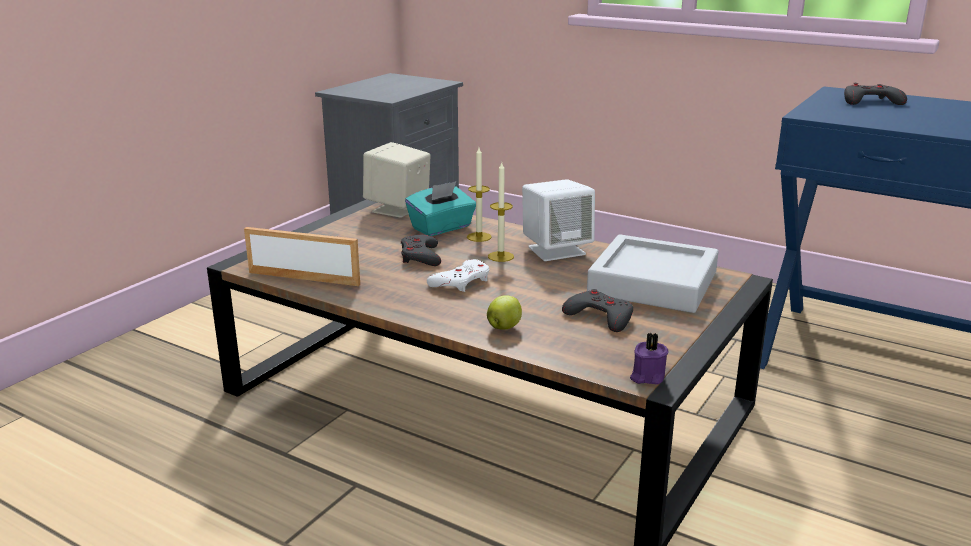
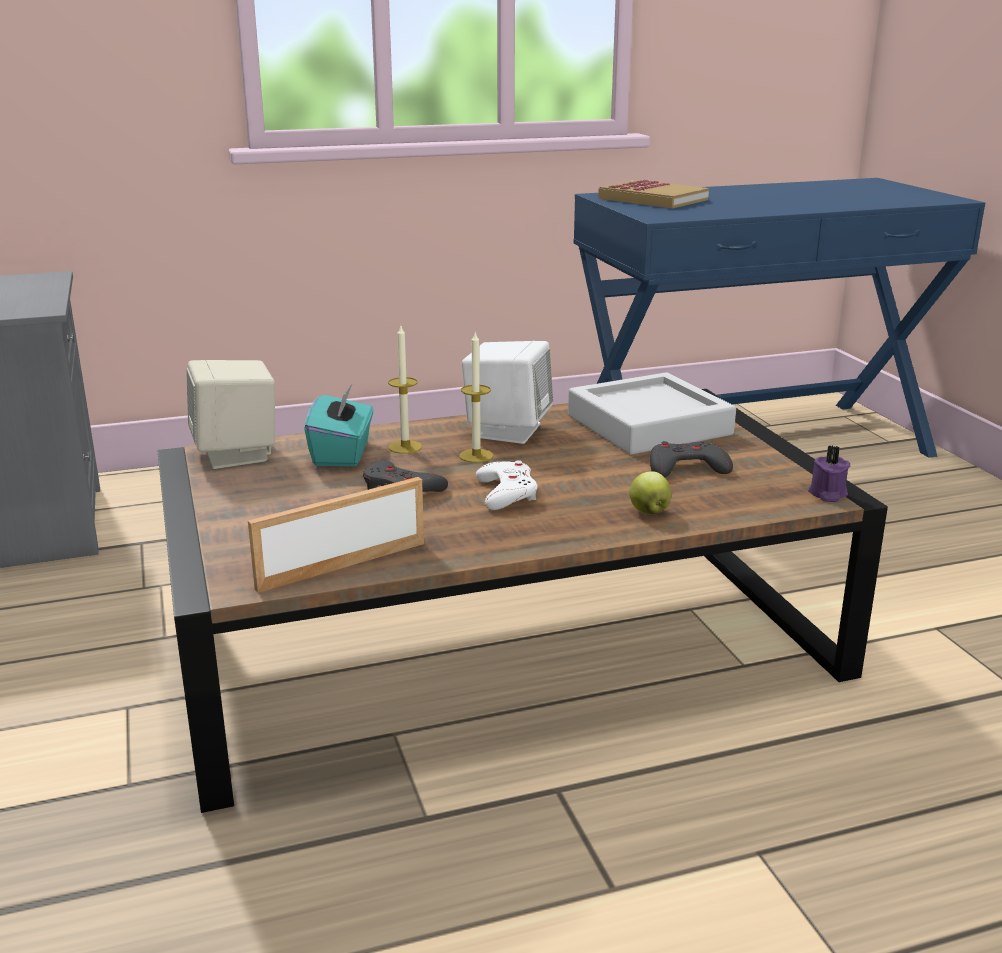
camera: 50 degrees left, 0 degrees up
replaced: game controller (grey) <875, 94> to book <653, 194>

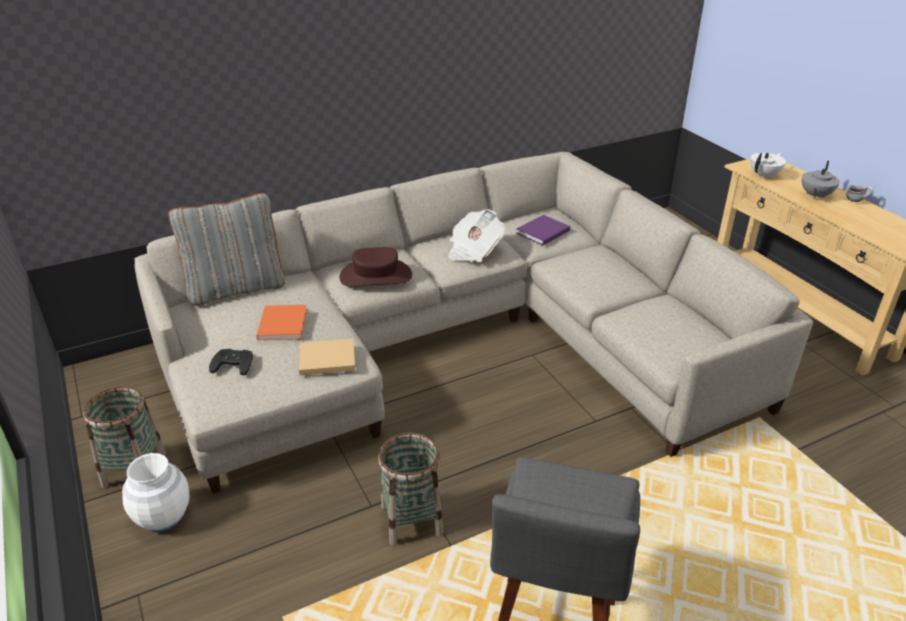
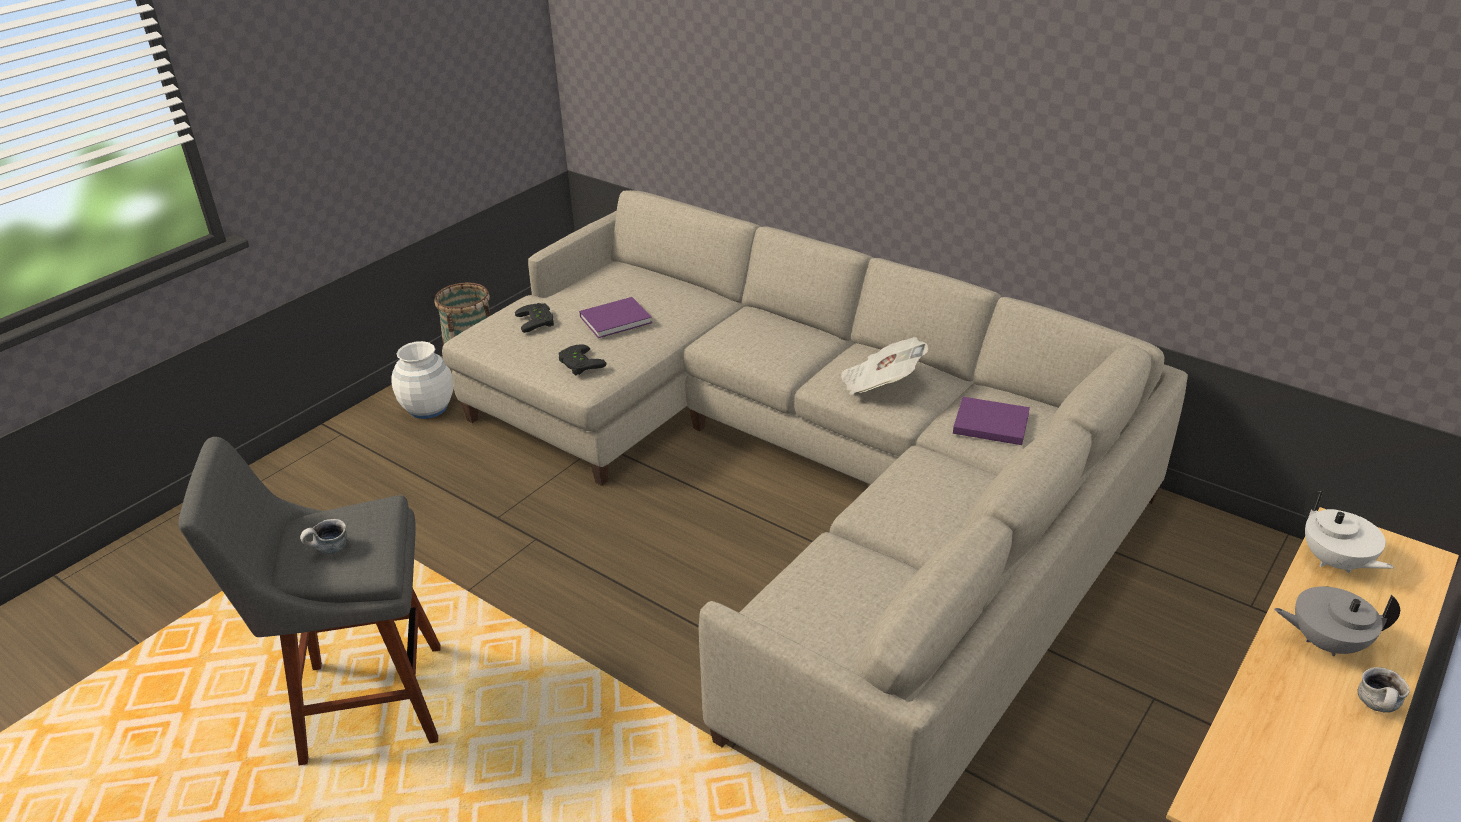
camera: 65 degrees right, 0 degrees up
removed: pillow (grey) <226, 249>; hat (brown) <375, 267>; basket <410, 489>
added: mug <323, 536>
replaced: book (beige) <327, 356> to game controller (black) <582, 359>
recoloured: book (orange) <281, 322> to book (purple) <615, 317>
turned: teapot (white) <768, 165> = <1349, 532> 45 degrees clockwise

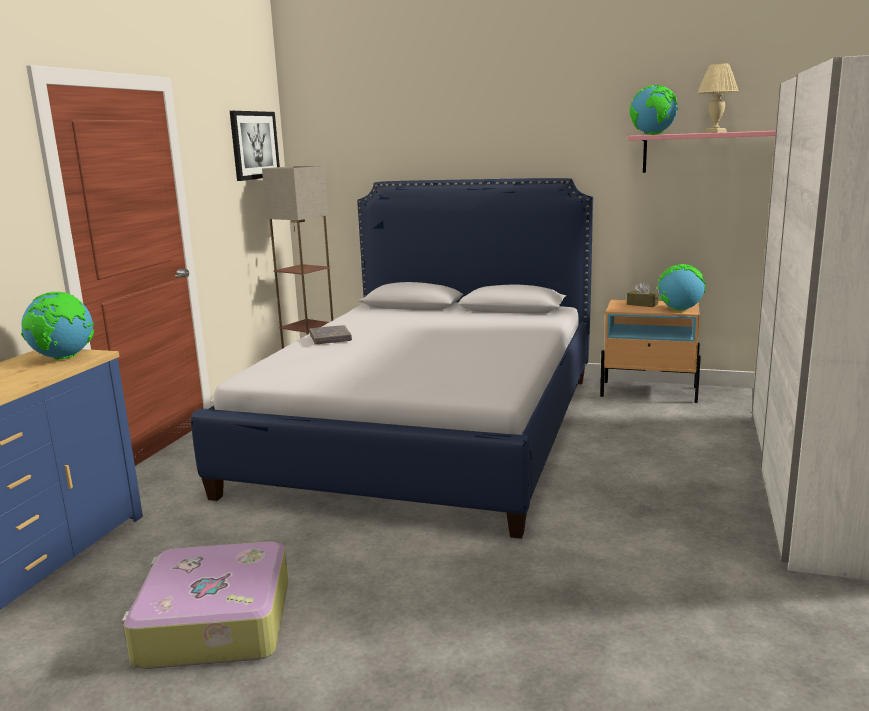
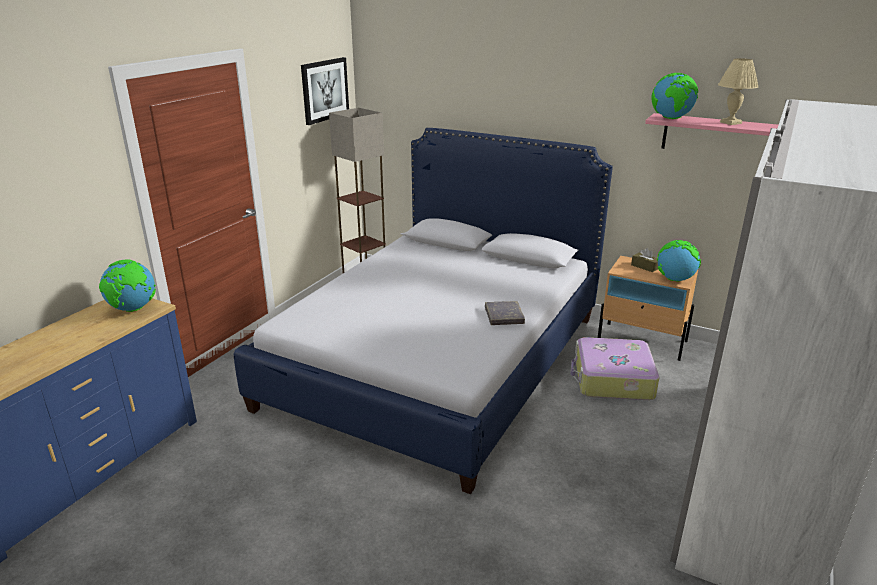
camera: 10 degrees right, 10 degrees up
moved: suitcase <205, 605> to <614, 368>; book (grey) <331, 334> to <505, 313>

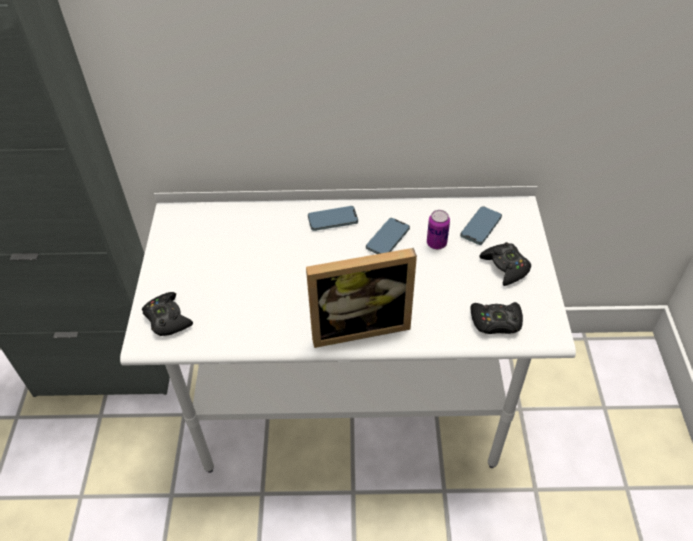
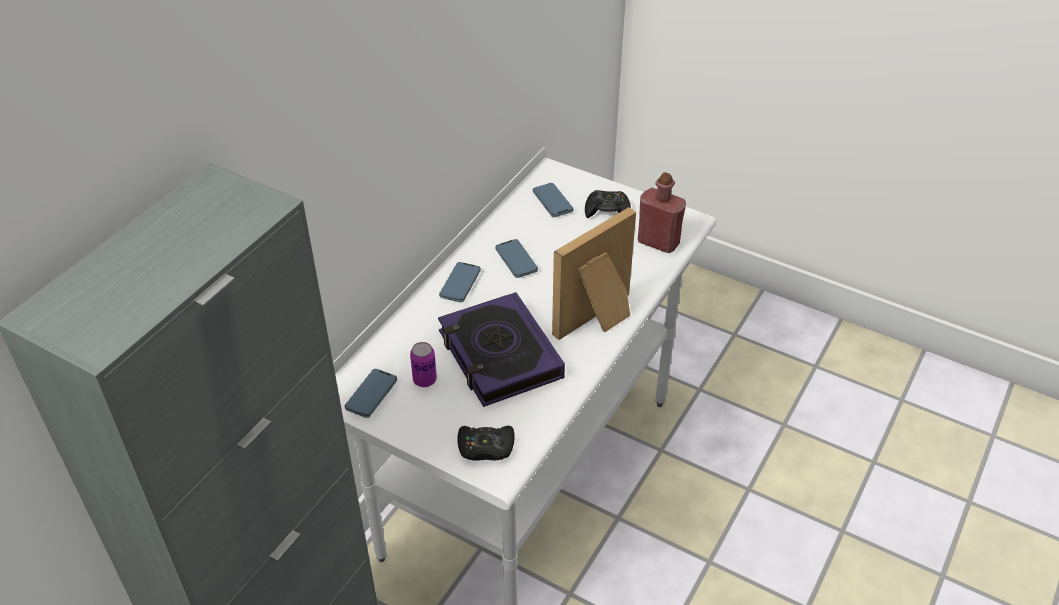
camera: 60 degrees left, 5 degrees down
added: phone <371, 393>; book <501, 349>
moved: can <438, 229> to <423, 364>
replaced: game controller (black) <496, 318> to bottle (red) <662, 212>
turned: picture frame <361, 298> = <594, 273> 150 degrees counterclockwise

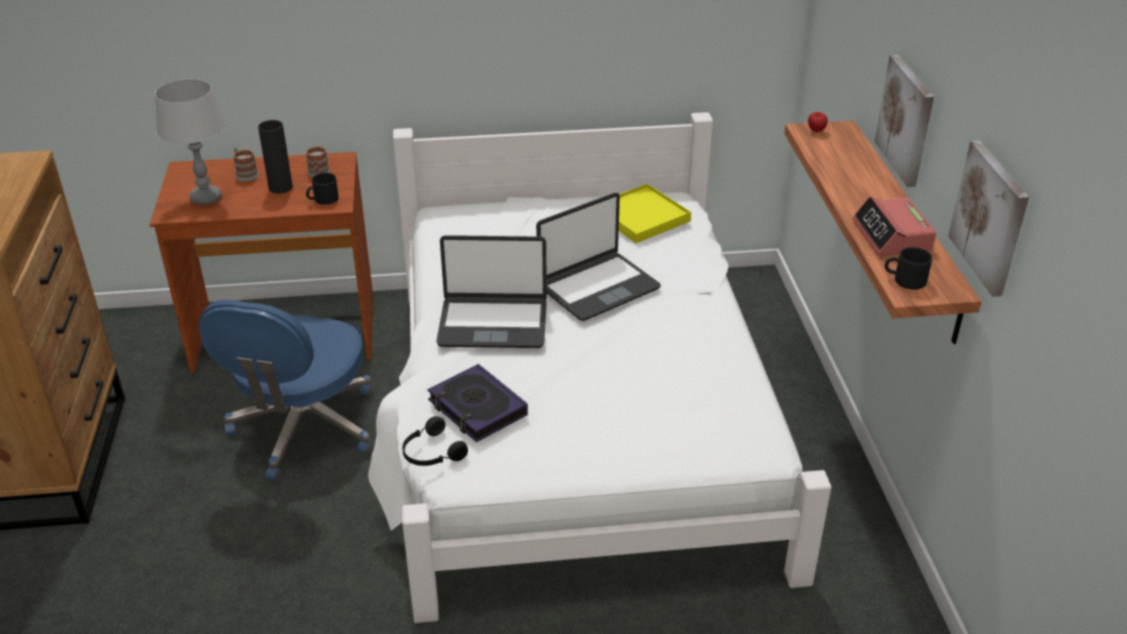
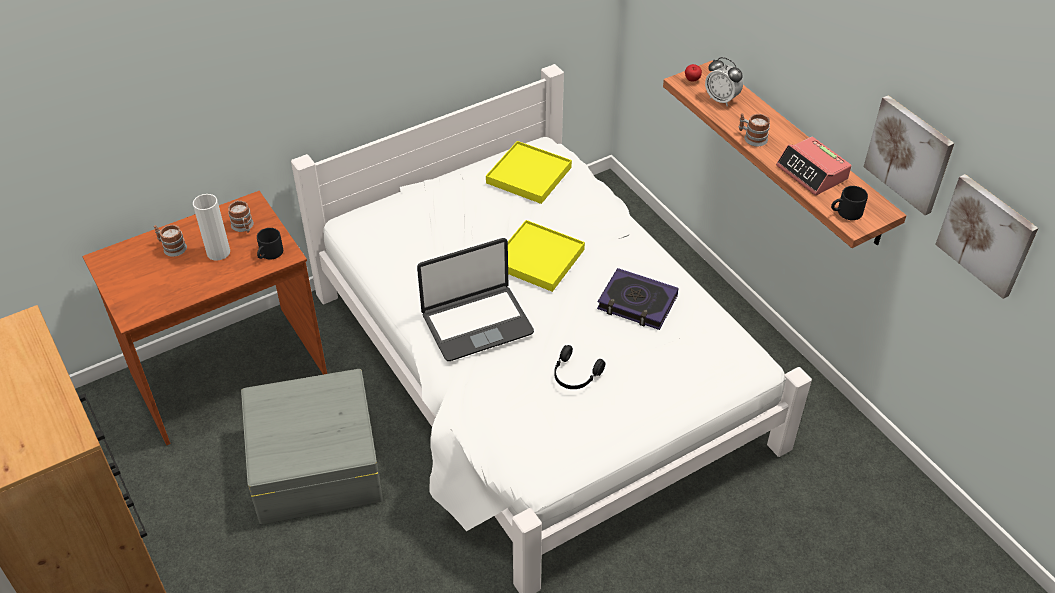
camera: 25 degrees left, 10 degrees up
removed: table lamp (grey) <190, 142>
added: alarm clock <724, 81>; mug <754, 130>
moved: headphones (black) <435, 441> to <579, 367>; book <477, 403> to <638, 299>; picture <904, 121> to <986, 236>
replaced: office chair (blue) <286, 391> to storage box (grey) <312, 446>; laptop <598, 257> to tray (yellow) <546, 256>
recoloured: vase (black) <275, 157> to vase (white) <211, 227>

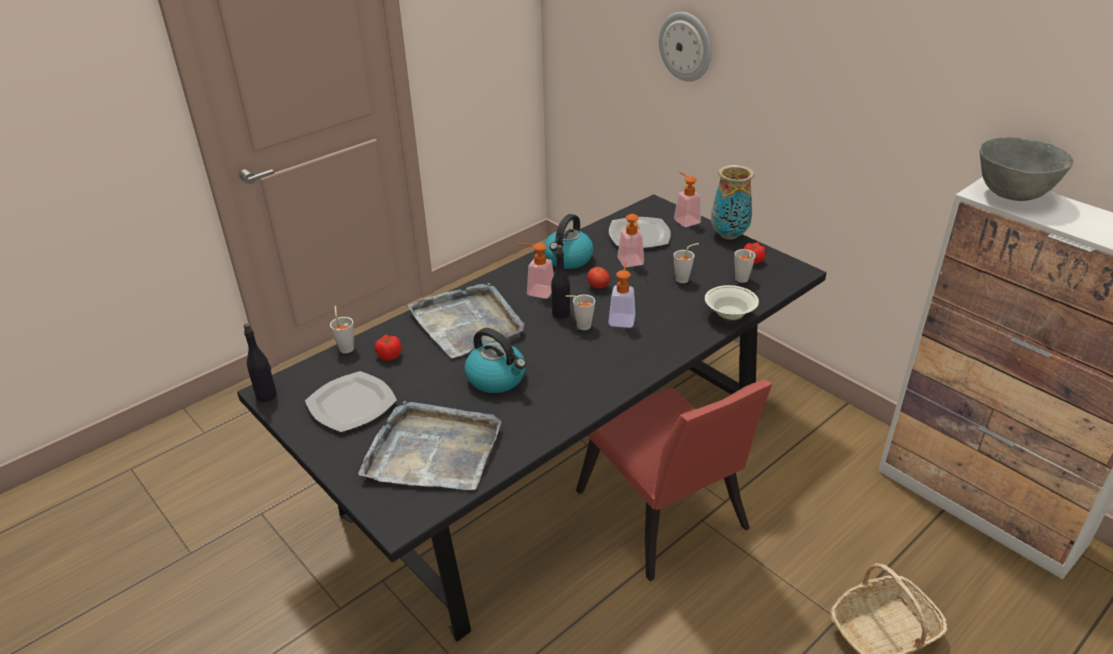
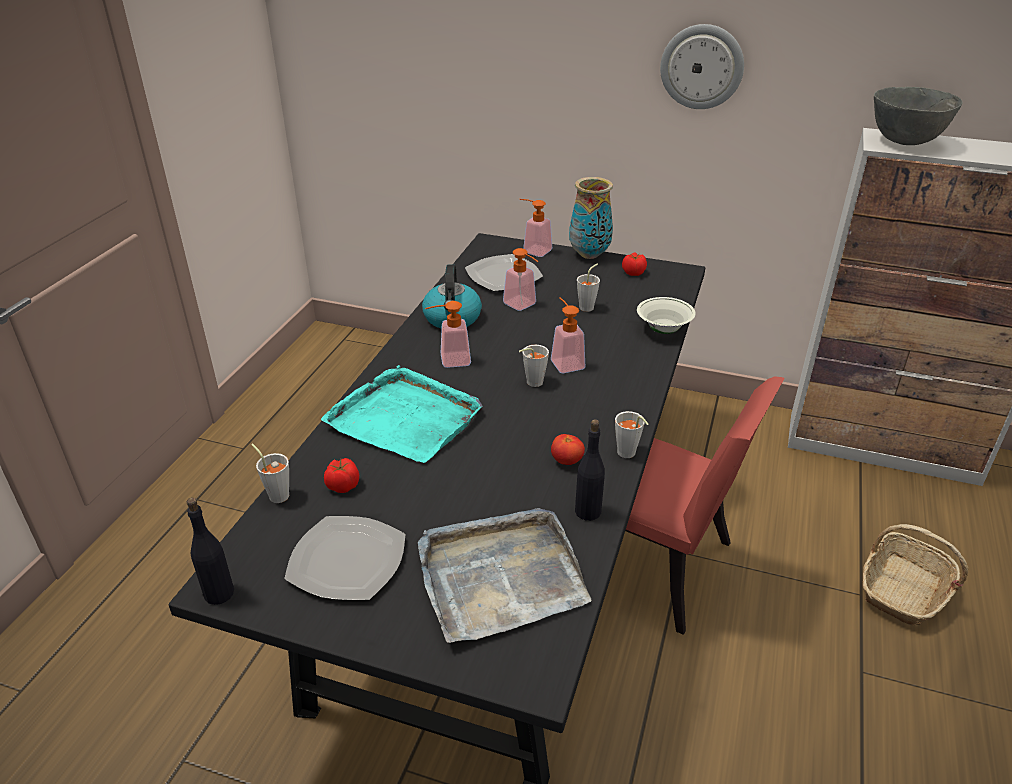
camera: 30 degrees left, 0 degrees up
removed: kettle <495, 360>
moved: bottle (black) <560, 282> to <590, 470>; tomato <598, 278> to <568, 449>; wall clock <685, 47> to <702, 66>; cup (grey) <745, 266> to <632, 434>
recoloured: tray (grey) <466, 320> to tray (turquoise) <401, 414>

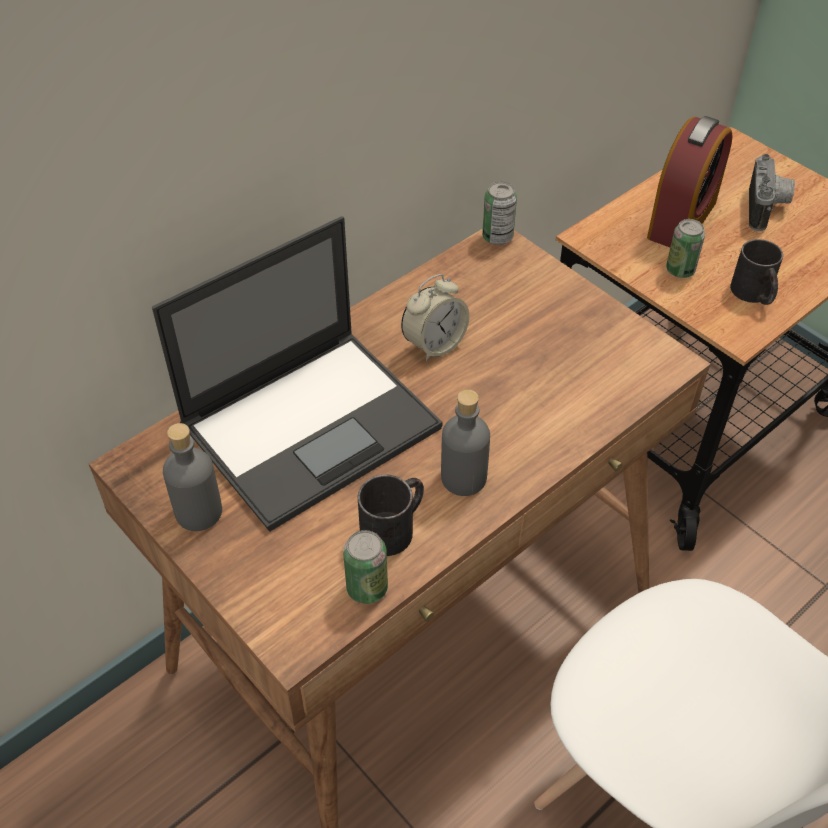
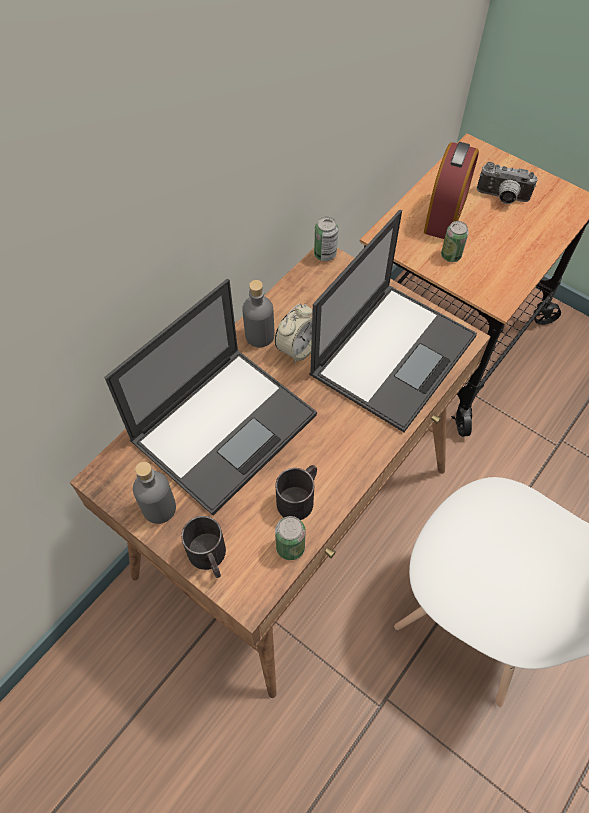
camera: 10 degrees left, 10 degrees up
added: laptop <393, 321>
moved: bottle (grey) <465, 442> to <258, 314>; mug (black) <756, 272> to <203, 547>
turned: photo camera <772, 192> = <507, 183> 105 degrees clockwise

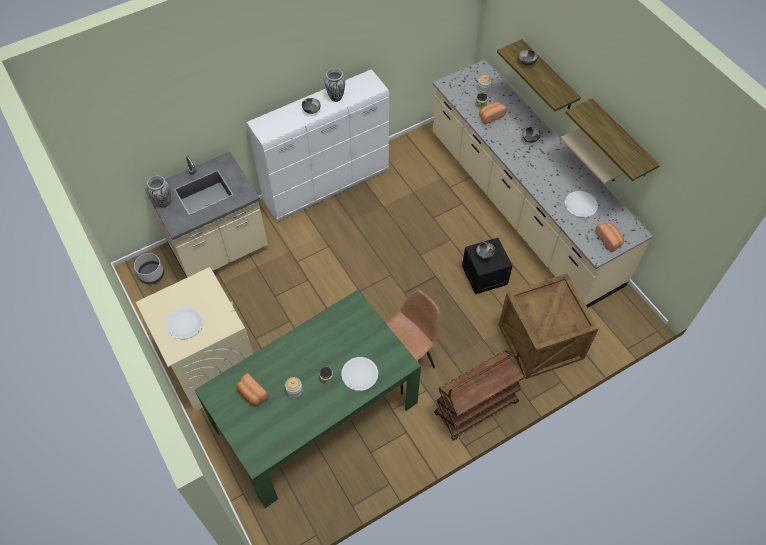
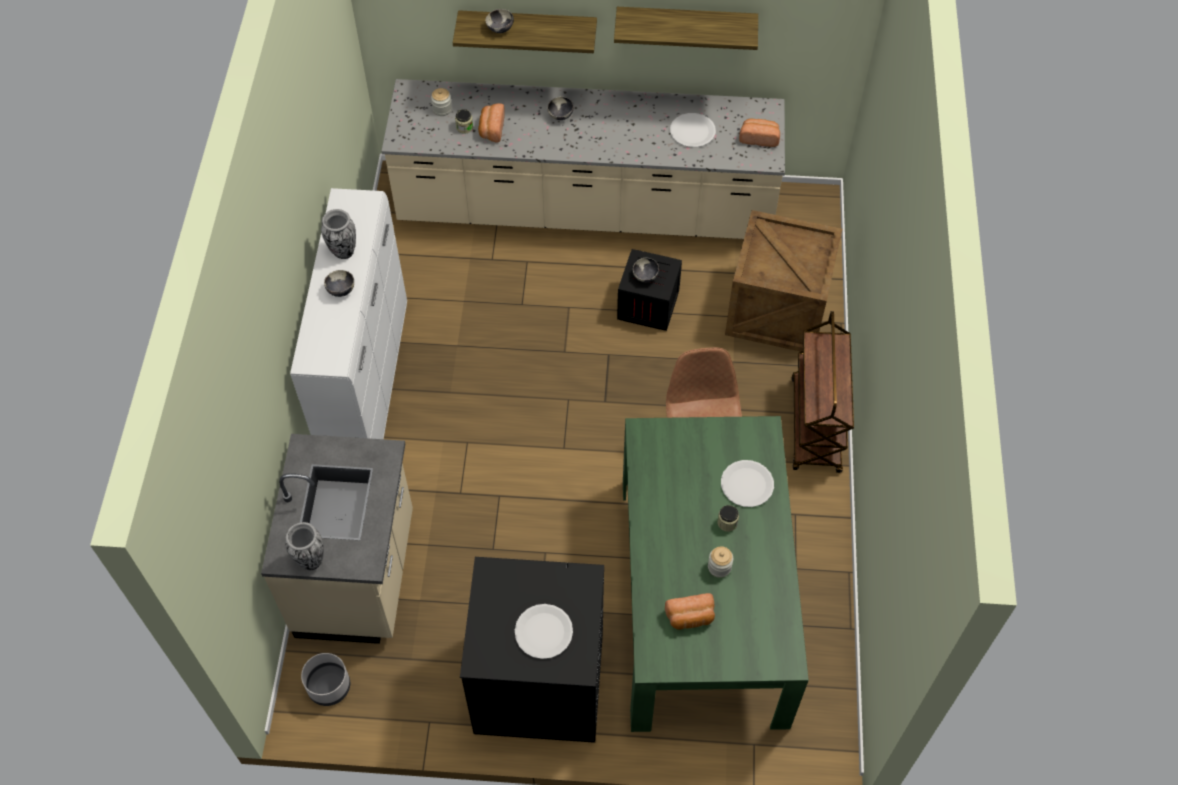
camera: 55 degrees left, 0 degrees up
removed: shelf (beige) <593, 156>
recoloured: washing machine (beige) <194, 339> to washing machine (black) <532, 650>

